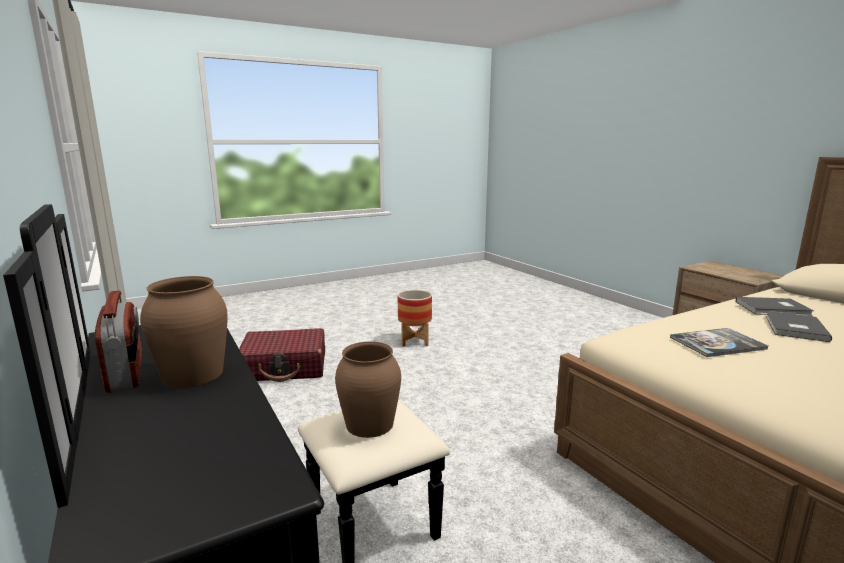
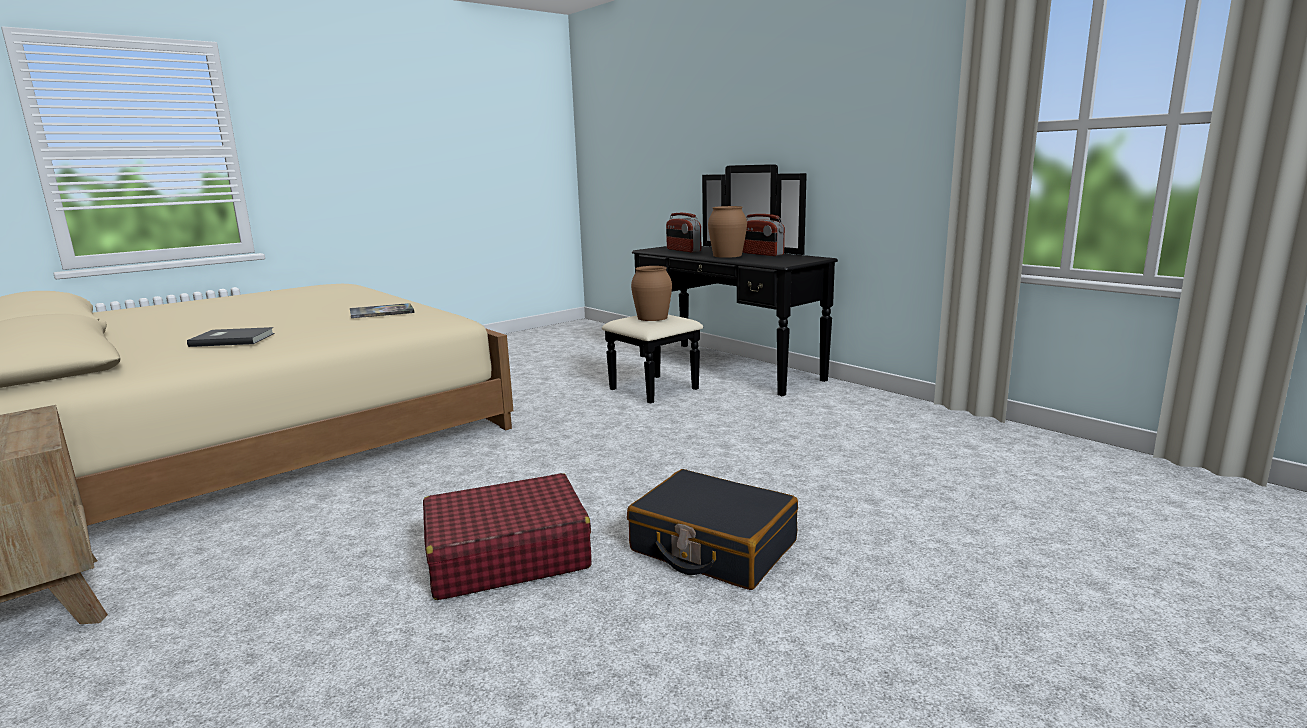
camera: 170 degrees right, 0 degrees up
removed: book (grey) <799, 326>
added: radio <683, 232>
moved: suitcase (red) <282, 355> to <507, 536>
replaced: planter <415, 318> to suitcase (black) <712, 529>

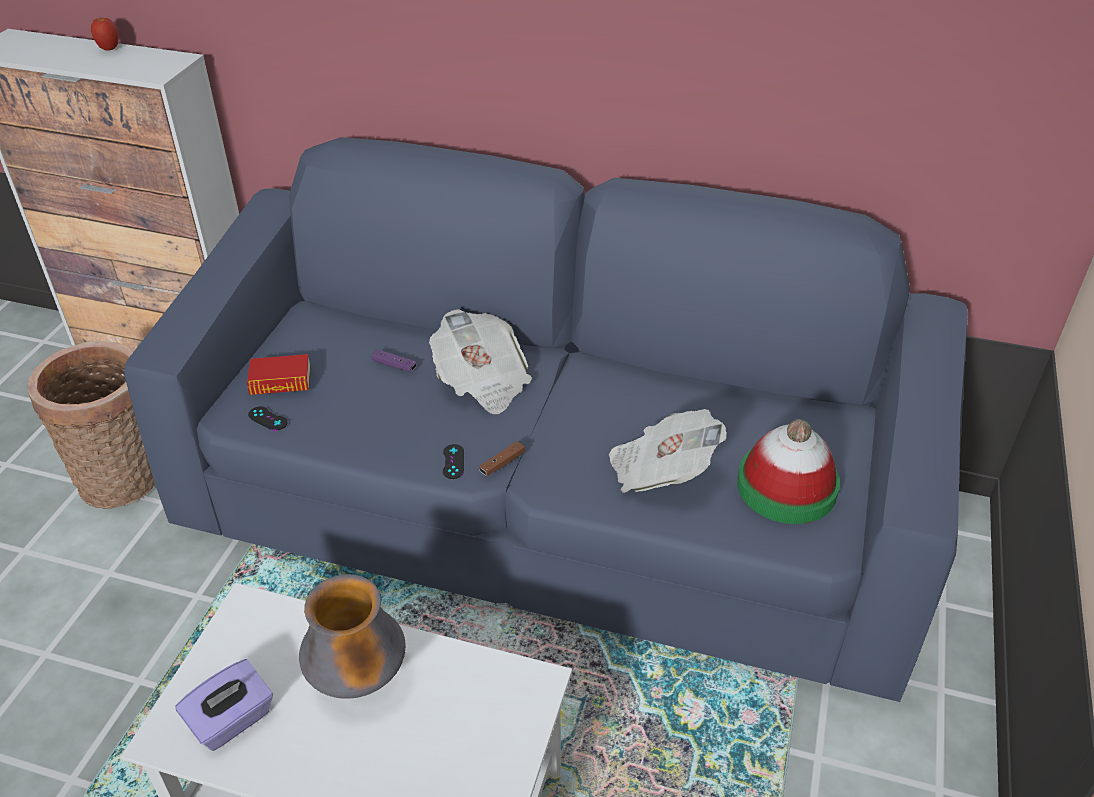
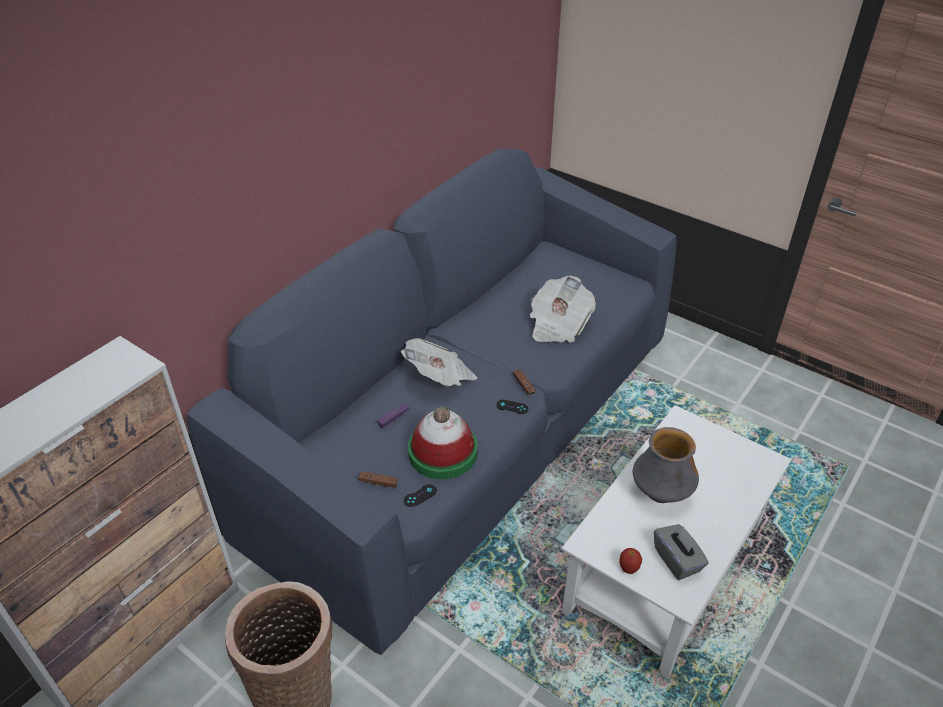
camera: 70 degrees left, 0 degrees up
moved: apple <105, 34> to <630, 561>; hat <788, 471> to <443, 443>
replaced: book <279, 374> to game controller (brown) <378, 479>
recoloured: tissue box (purple) <224, 705> to tissue box (grey) <681, 552>

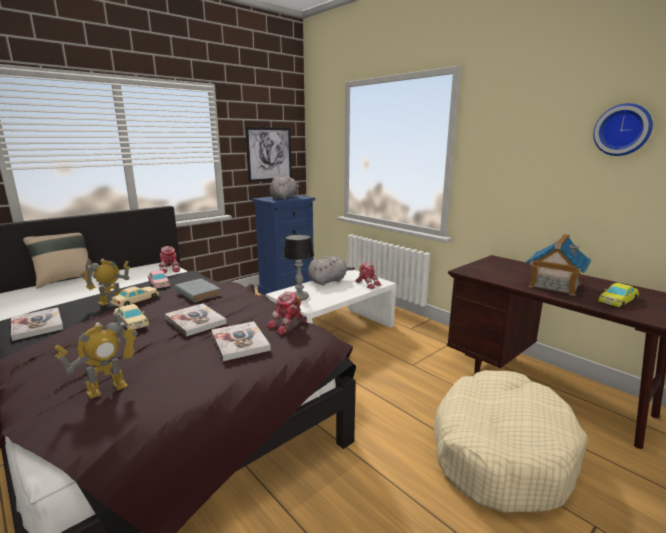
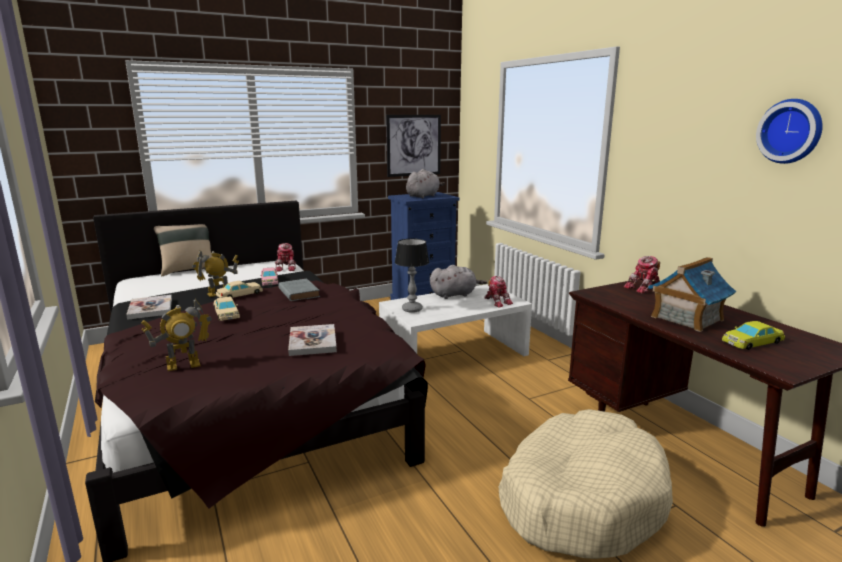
camera: 15 degrees right, 0 degrees up
removed: book <196, 319>
moved: toy robot <286, 313> to <642, 274>

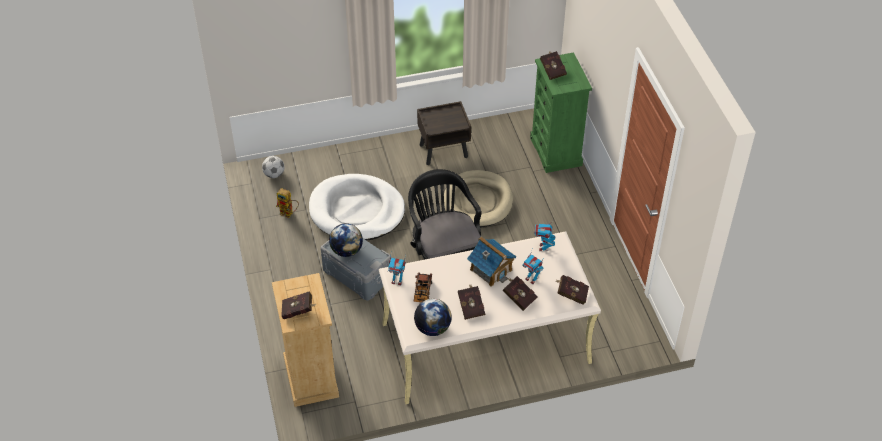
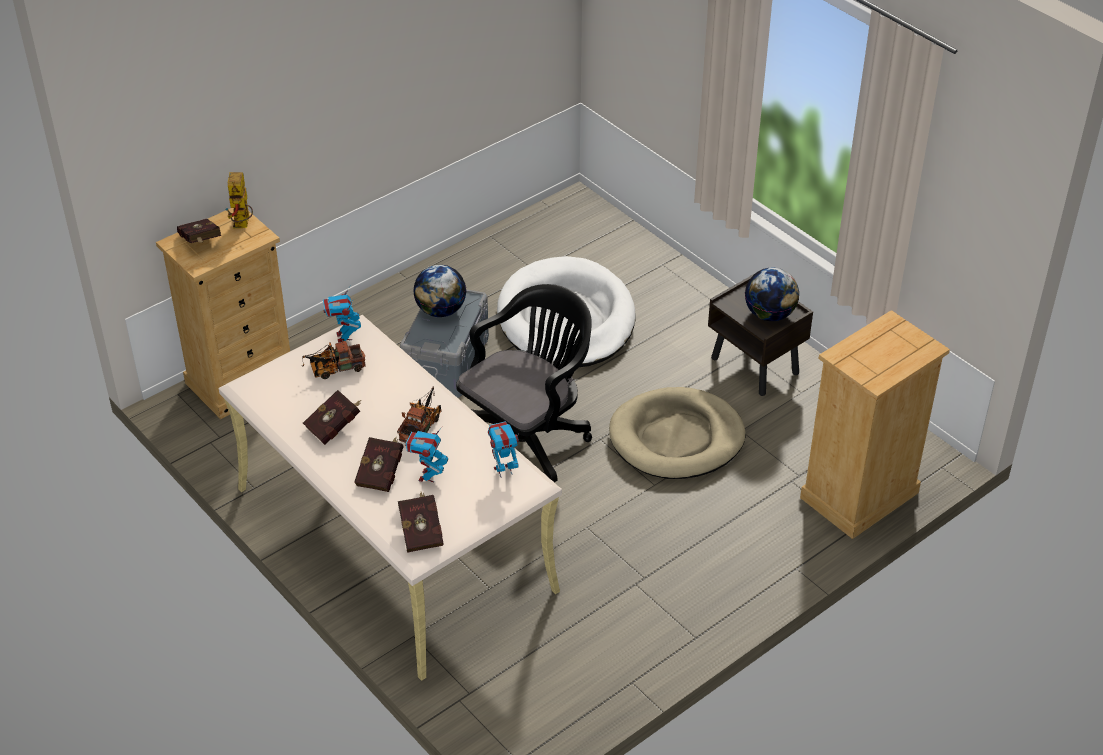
camera: 65 degrees right, 5 degrees down
removed: football <273, 167>; book (red) <553, 65>
moved: toy robot <287, 203> to <239, 200>; globe <433, 317> to <772, 294>
replaced: toy house <492, 261> to toy truck <419, 415>
recoloured: dresser (green) <561, 112> to dresser (beige) <875, 424>

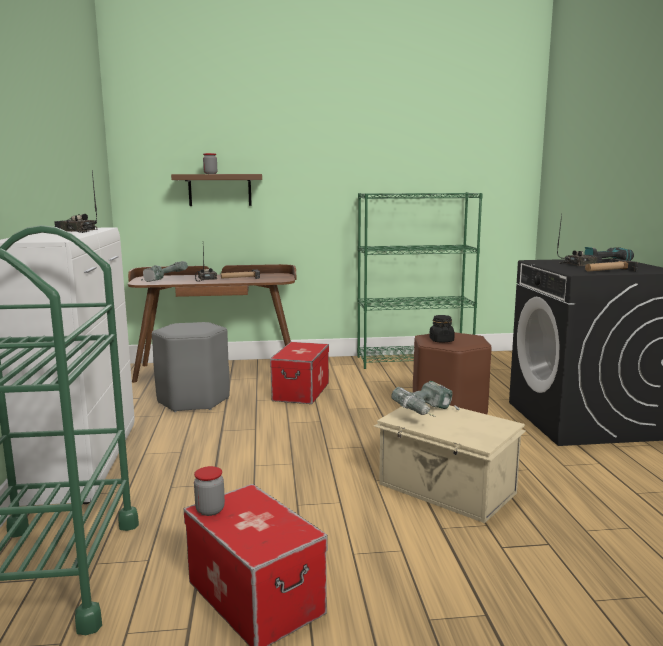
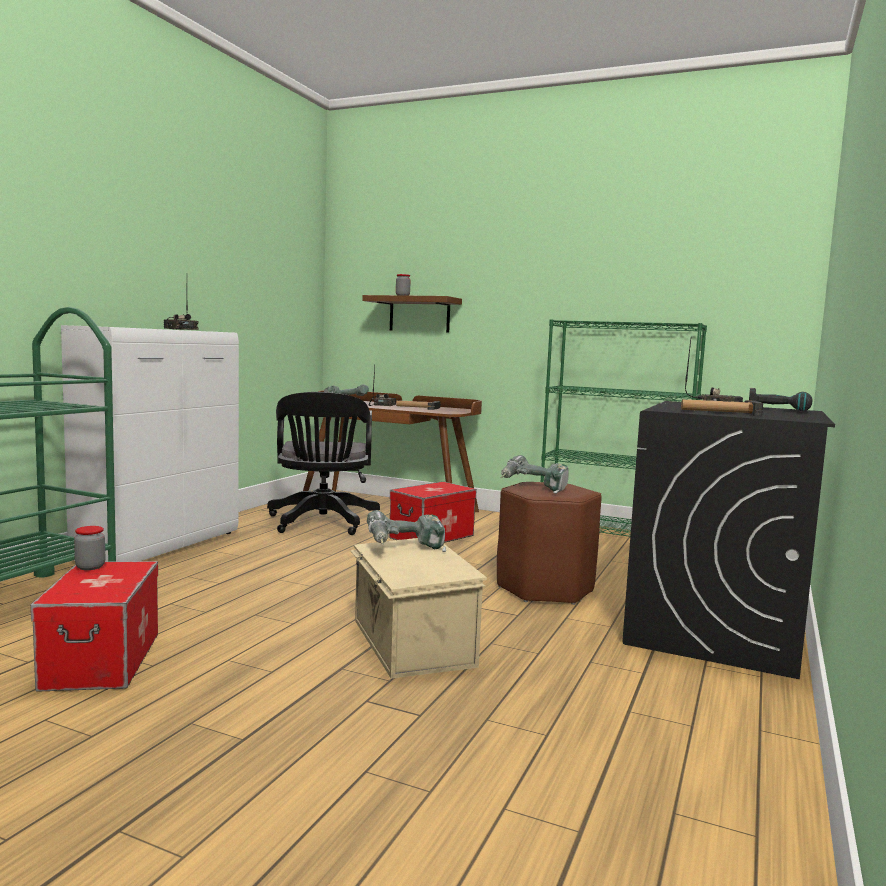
camera: 30 degrees right, 5 degrees down
replaced: stool (grey) <191, 367> to office chair (black) <323, 463>; jar (black) <441, 329> to power drill <534, 474>

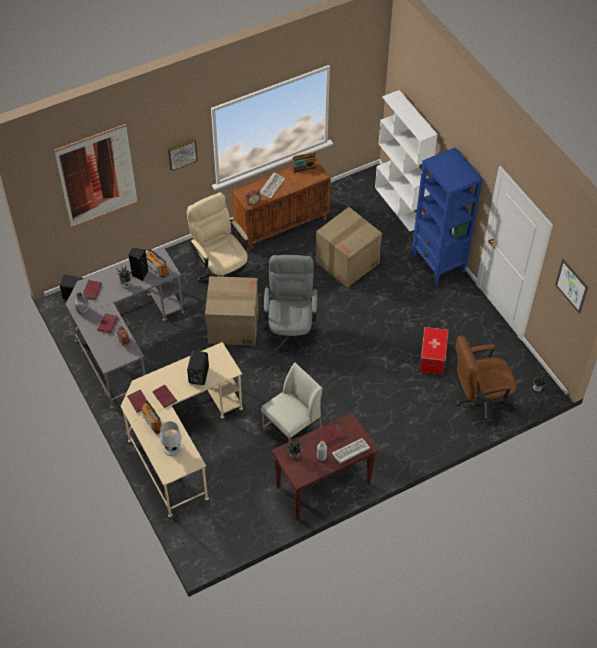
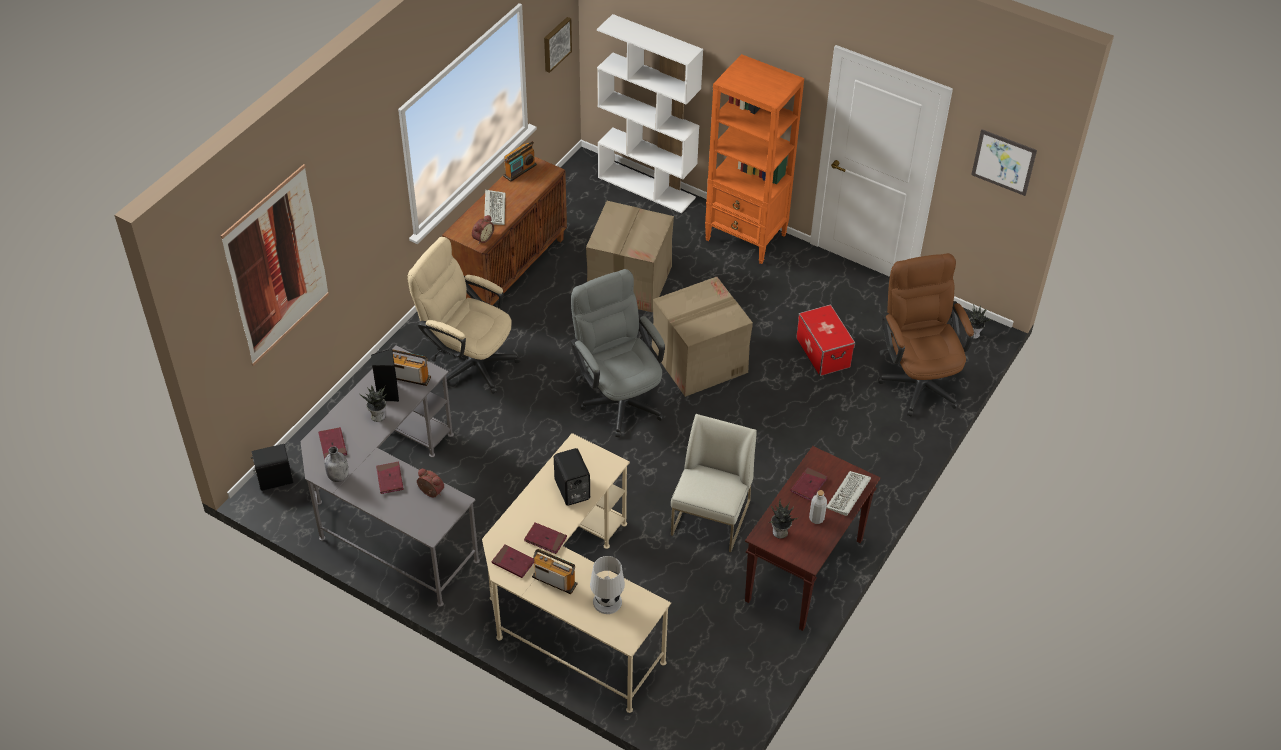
camera: 30 degrees left, 5 degrees down
moved: picture <183, 155> to <558, 45>; cardboard box <232, 311> to <702, 337>
recoloured: bookcase (blue) <447, 216> to bookcase (orange) <754, 159>
turned: office chair (brown) <485, 379> = <926, 335> 120 degrees clockwise

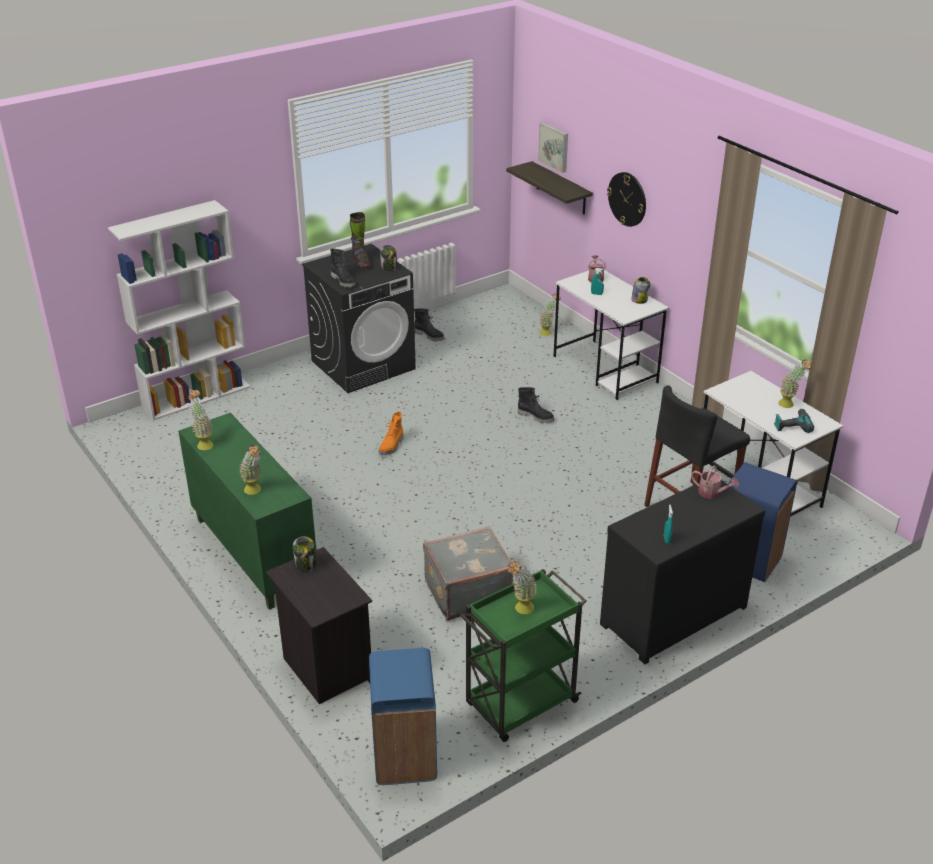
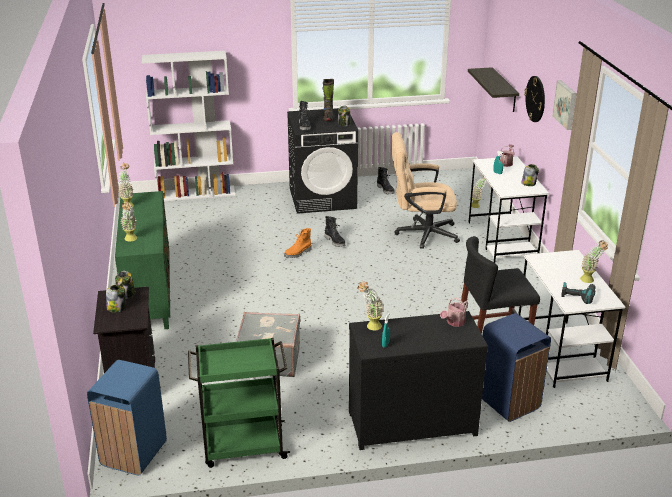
camera: 25 degrees right, 5 degrees down
added: jar <116, 299>; office chair (beige) <425, 190>
moved: potted plant <522, 587> to <370, 306>; boot (black) <536, 405> to <335, 231>; picture <553, 147> to <564, 105>
turned: watering can <715, 482> = <454, 312> 75 degrees clockwise

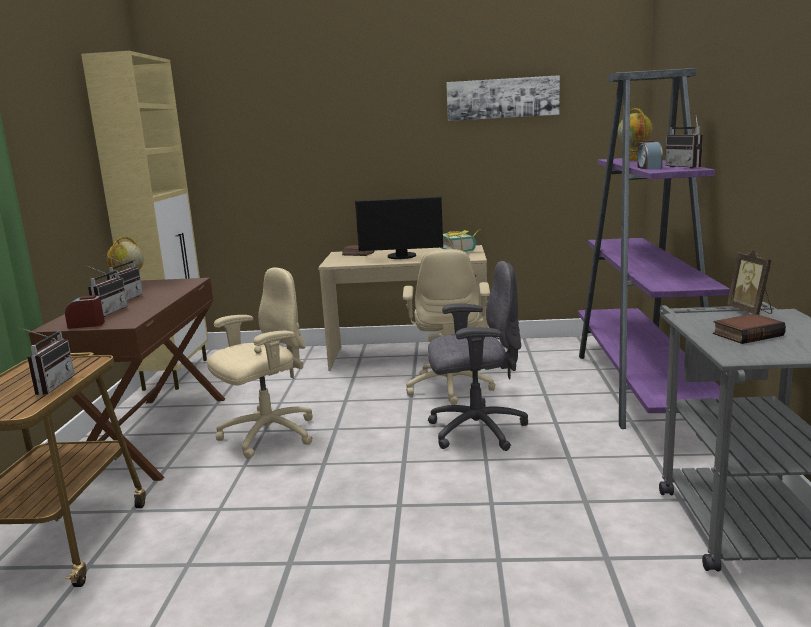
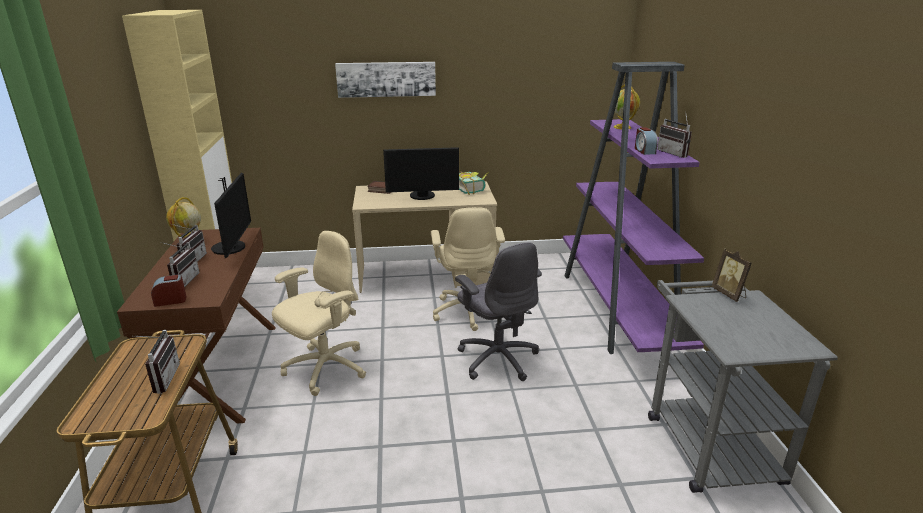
camera: 10 degrees left, 10 degrees up
removed: book <749, 329>
added: monitor <231, 215>
moved: picture <503, 98> to <385, 80>
turned: office chair (grey) <478, 356> = <498, 311> 75 degrees clockwise

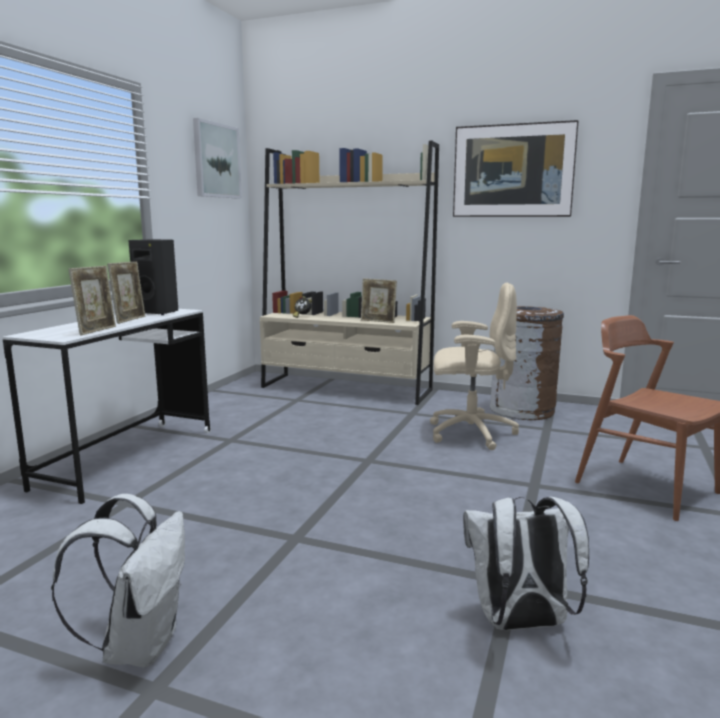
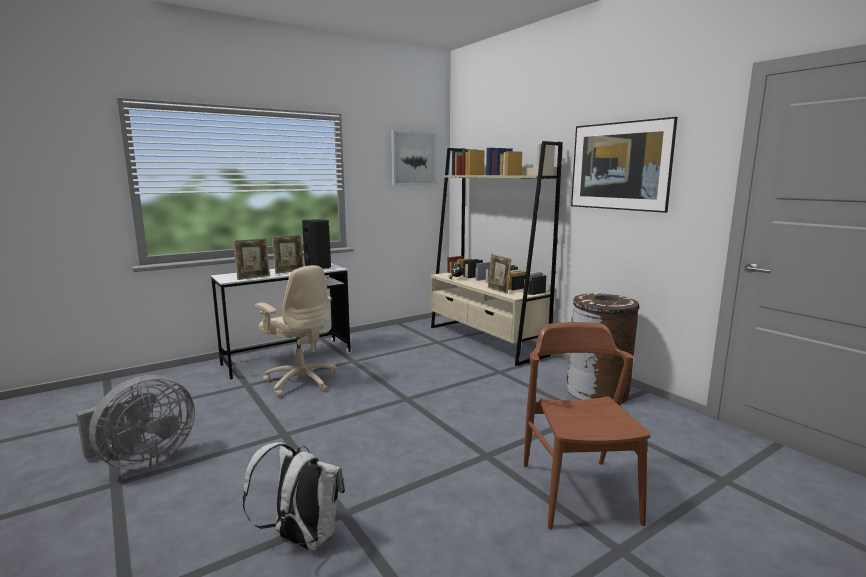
camera: 35 degrees right, 0 degrees up
moved: office chair (beige) <474, 366> to <296, 331>
replaced: backpack (white) <118, 581> to fan (grey) <135, 422>

